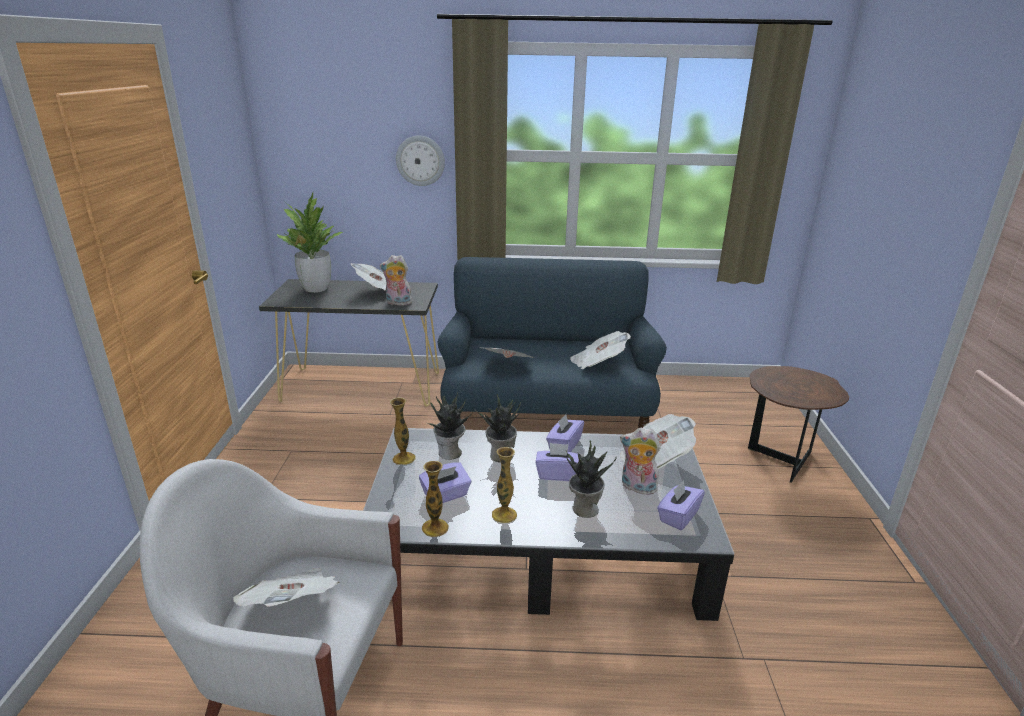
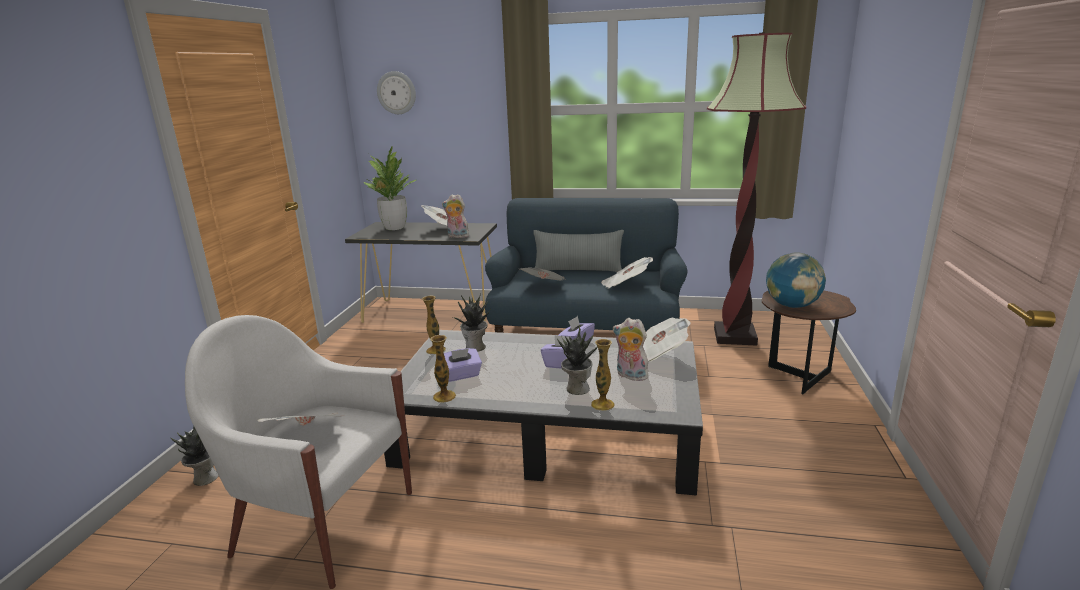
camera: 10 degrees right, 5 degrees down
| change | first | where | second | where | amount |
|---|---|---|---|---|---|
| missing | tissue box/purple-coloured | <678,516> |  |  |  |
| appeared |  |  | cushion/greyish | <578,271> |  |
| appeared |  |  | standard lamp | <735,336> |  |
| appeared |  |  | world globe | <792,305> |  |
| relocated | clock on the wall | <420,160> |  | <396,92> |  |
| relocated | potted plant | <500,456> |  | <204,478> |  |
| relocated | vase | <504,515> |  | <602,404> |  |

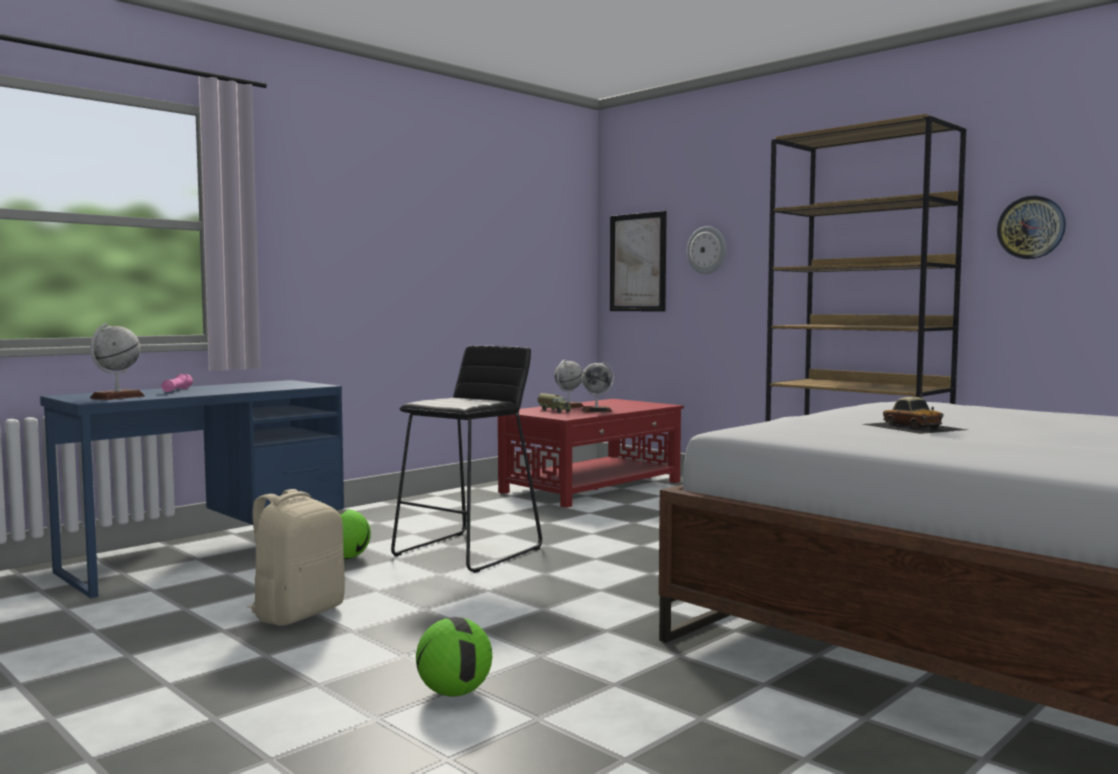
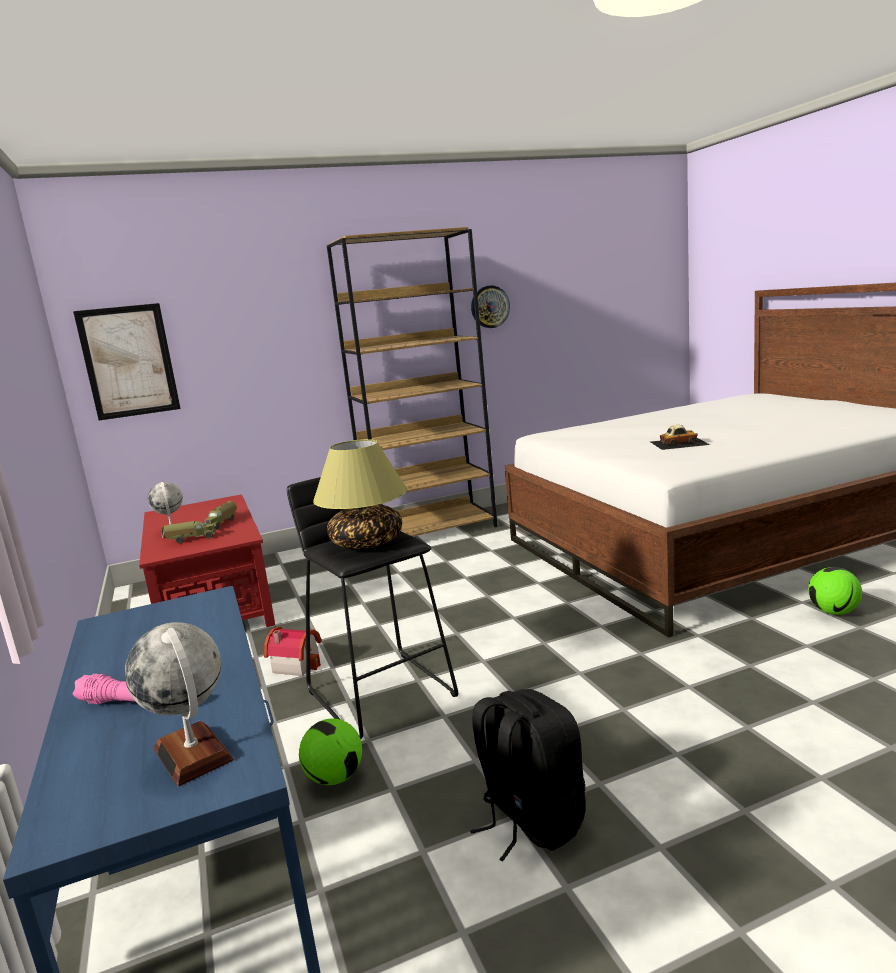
camera: 65 degrees left, 10 degrees up
| change | first | where | second | where | amount |
|---|---|---|---|---|---|
| missing | clock on the wall | <707,250> |  |  |  |
| appeared |  |  | miniature house | <296,664> |  |
| appeared |  |  | tabletop lamp | <366,543> |  |
| relocated | ball for football | <454,693> |  | <834,612> |  |
| exchanged | world globe | <596,411> | toy lorry | <222,523> |  |
| colour | knapsack/beige | <298,613> | knapsack/black-coloured | <530,821> |  |

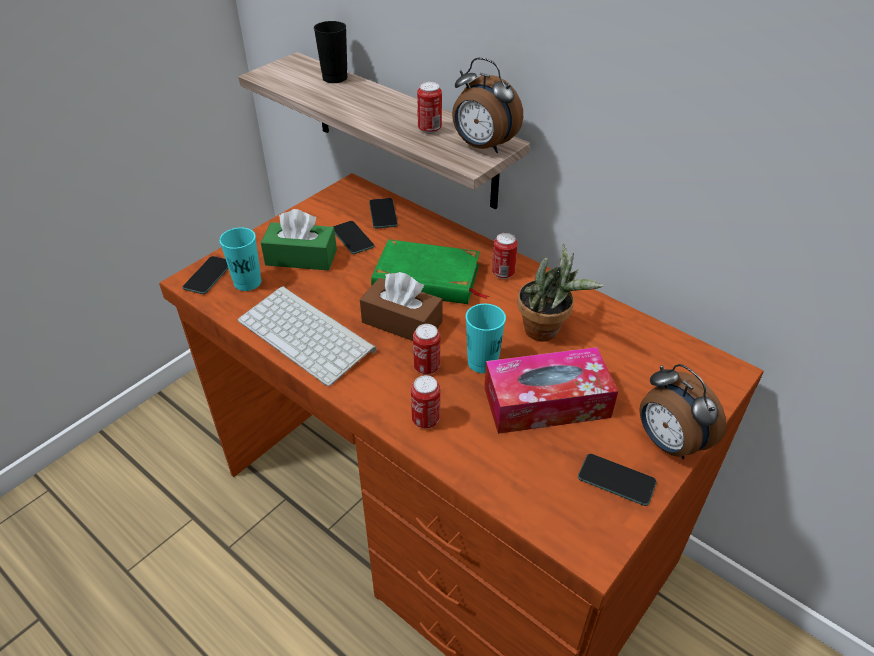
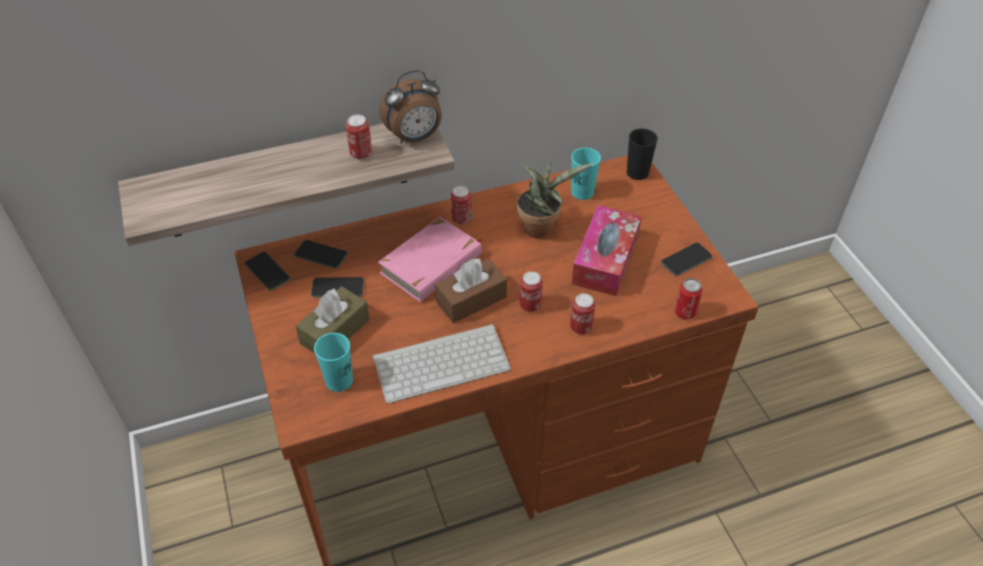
camera: 60 degrees left, 5 degrees up
| change | first | where | second | where | amount |
|---|---|---|---|---|---|
| missing | alarm clock | <668,443> |  |  |  |
| appeared |  |  | sealed can | <685,312> |  |
| relocated | phone | <208,276> |  | <267,271> |  |
| relocated | small cup/black-coloured | <335,78> |  | <637,173> |  |
| relocated | small cup/blue-green | <482,362> |  | <582,192> |  |
| colour | tissue box/greenish | <301,257> | tissue box/brown | <335,331> |  |
| colour | bound book/greenish | <427,279> | bound book/pink | <432,264> |  |

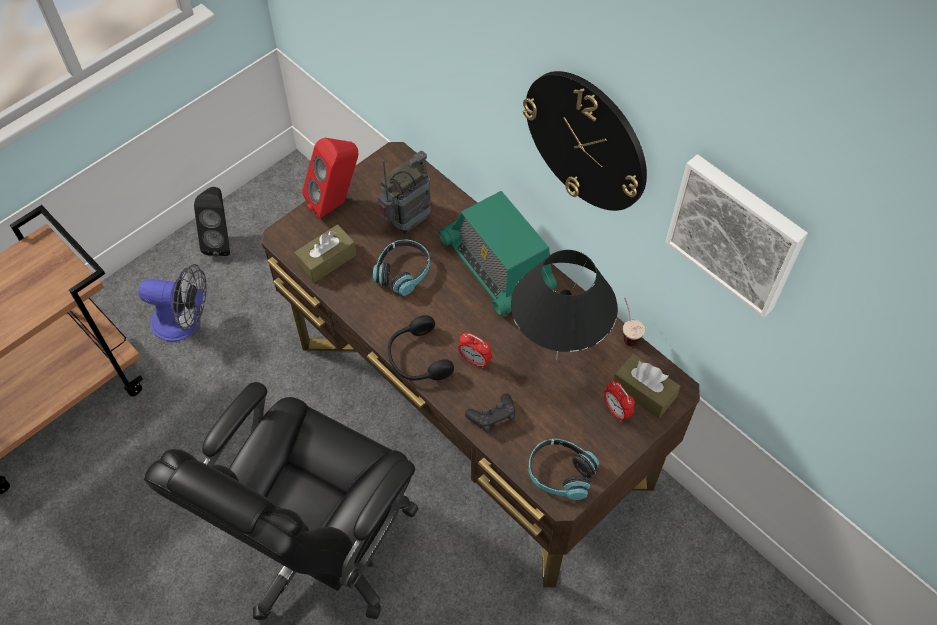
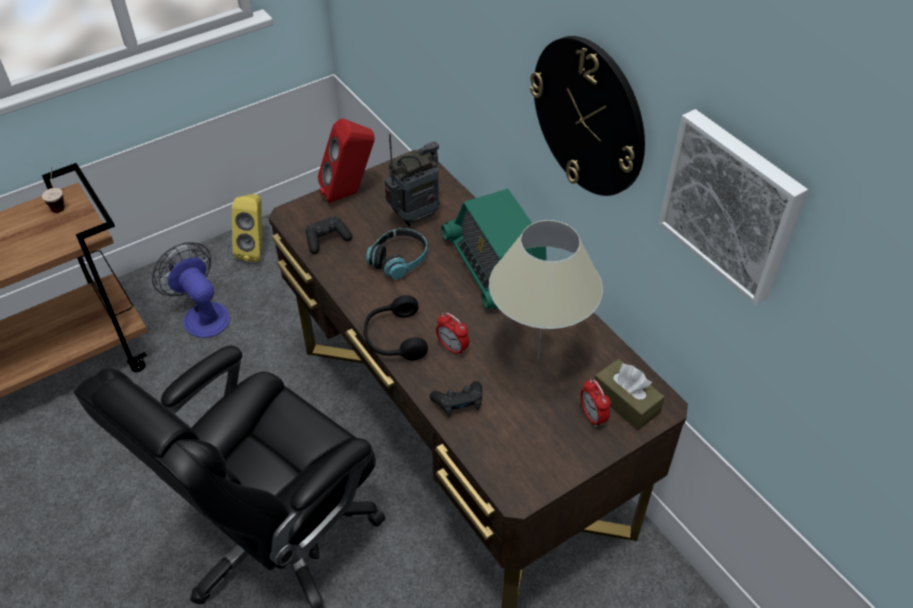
camera: 10 degrees right, 10 degrees down
| change | first | where | second | where | amount |
|---|---|---|---|---|---|
| missing | headphones | <560,473> |  |  |  |
| relocated | small cup | <627,332> |  | <59,203> |  |
| exchanged | tissue box/brown | <327,260> | joypad/black-coloured | <327,240> |  |
| colour | audio speaker/black-coloured | <221,241> | audio speaker/yellow-coloured | <255,250> |  |
| colour | tabletop lamp/black-coloured | <556,359> | tabletop lamp/beige | <537,358> |  |
| spun | cooling fan | <184,322> |  | <201,314> | 150 degrees counterclockwise |

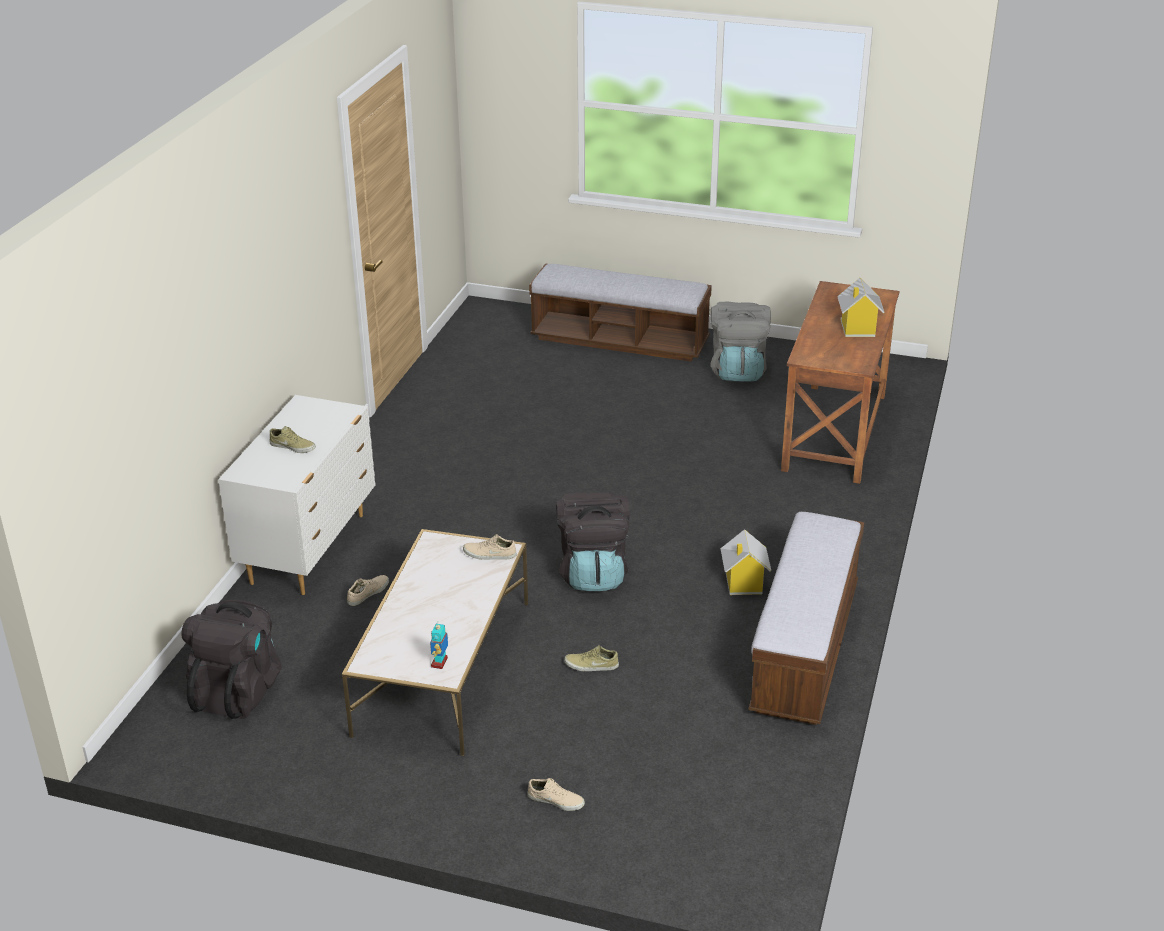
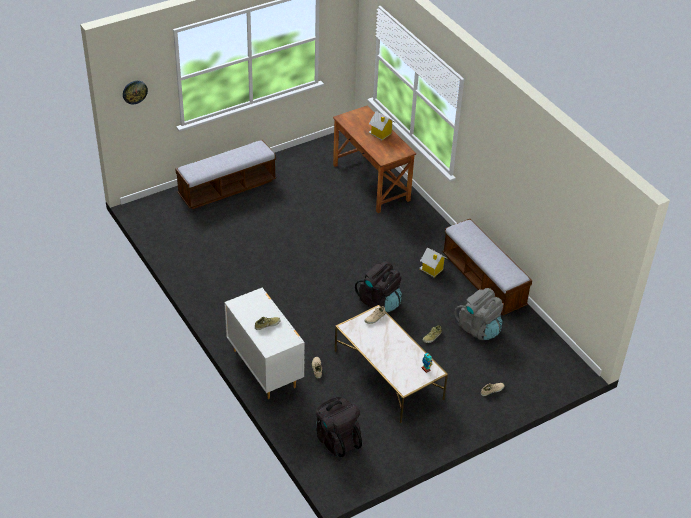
camera: 50 degrees left, 10 degrees up
| change | first | where | second | where | amount |
|---|---|---|---|---|---|
| appeared |  |  | clock on the wall | <134,92> |  |
| relocated | knapsack/greyish | <738,371> |  | <479,328> |  |

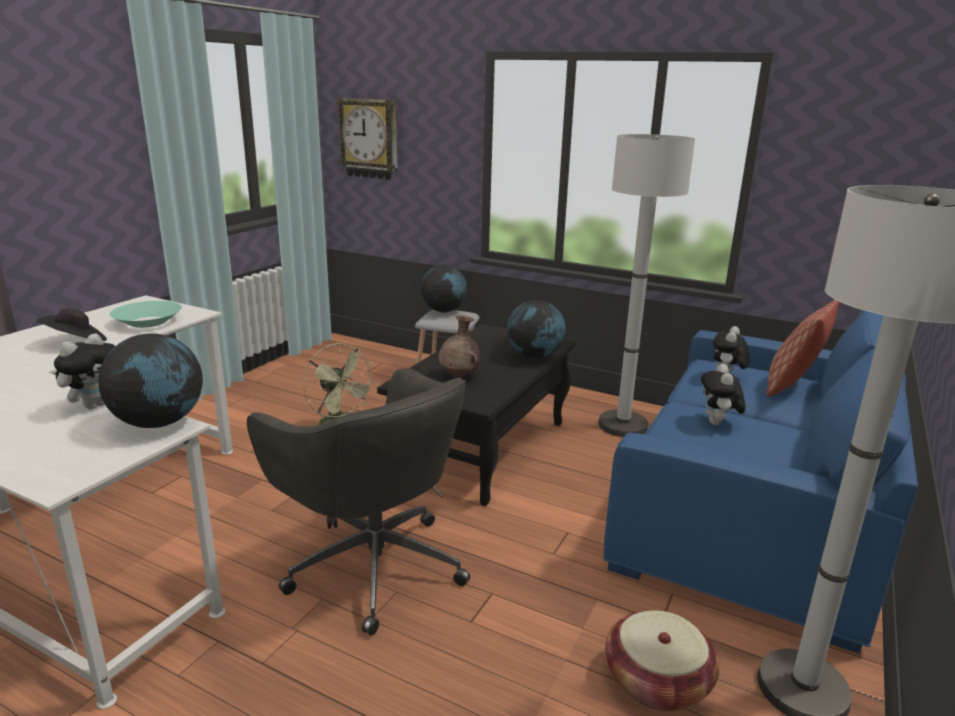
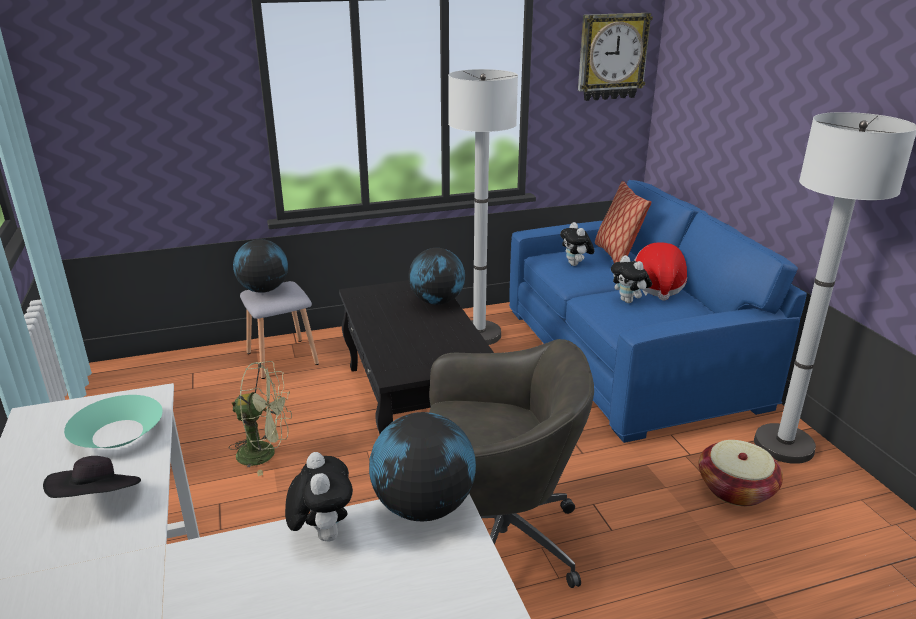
camera: 45 degrees left, 5 degrees up
| change | first | where | second | where | amount |
|---|---|---|---|---|---|
| missing | vase/brown | <459,376> |  |  |  |
| appeared |  |  | clothing hat | <658,287> |  |
| relocated | clock on the wall | <369,139> |  | <611,56> |  |

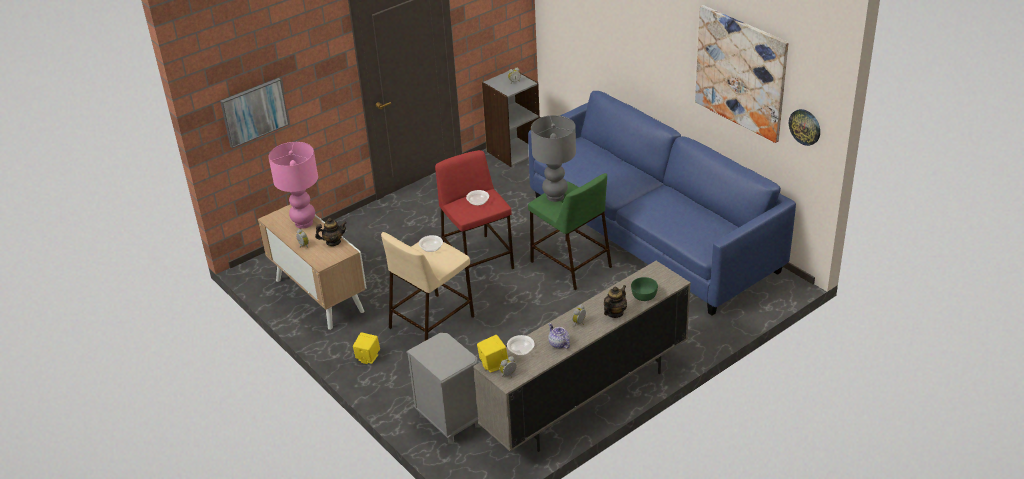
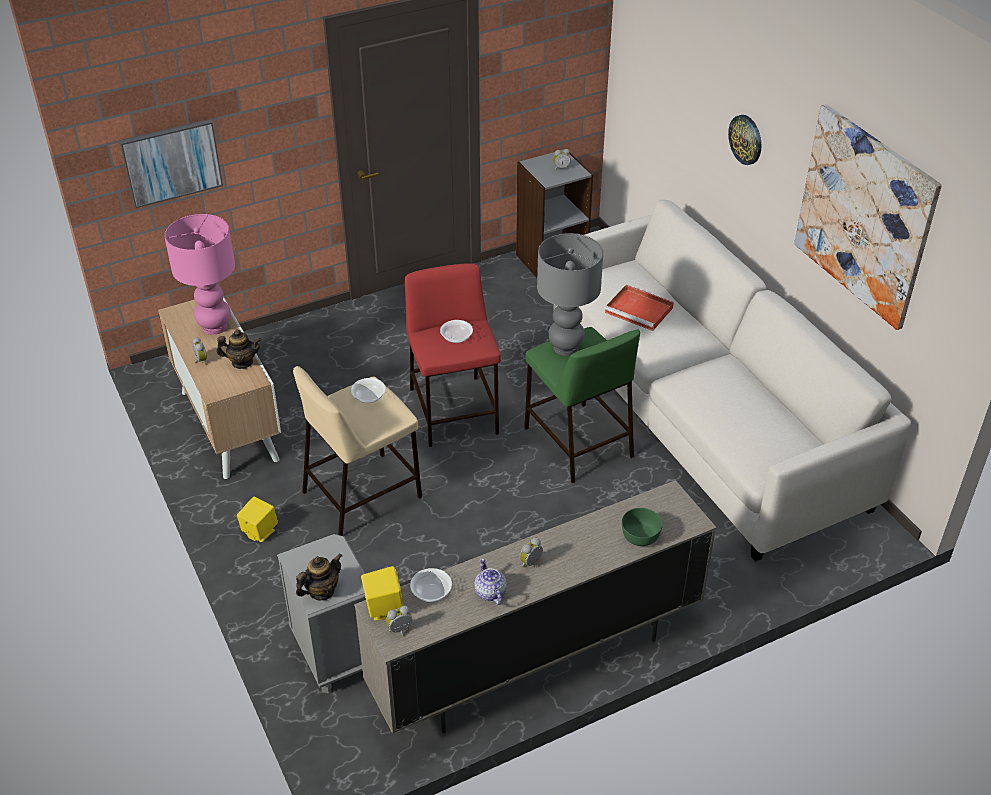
camera: 10 degrees right, 5 degrees up
| change | first | where | second | where | amount |
|---|---|---|---|---|---|
| appeared |  |  | tray/red | <640,310> |  |
| relocated | tea pot | <614,313> |  | <321,591> |  |
| relocated | clock on the wall | <805,127> |  | <746,139> |  |
| colour | sofa/blue | <653,234> | sofa/white-coloured | <705,418> |  |

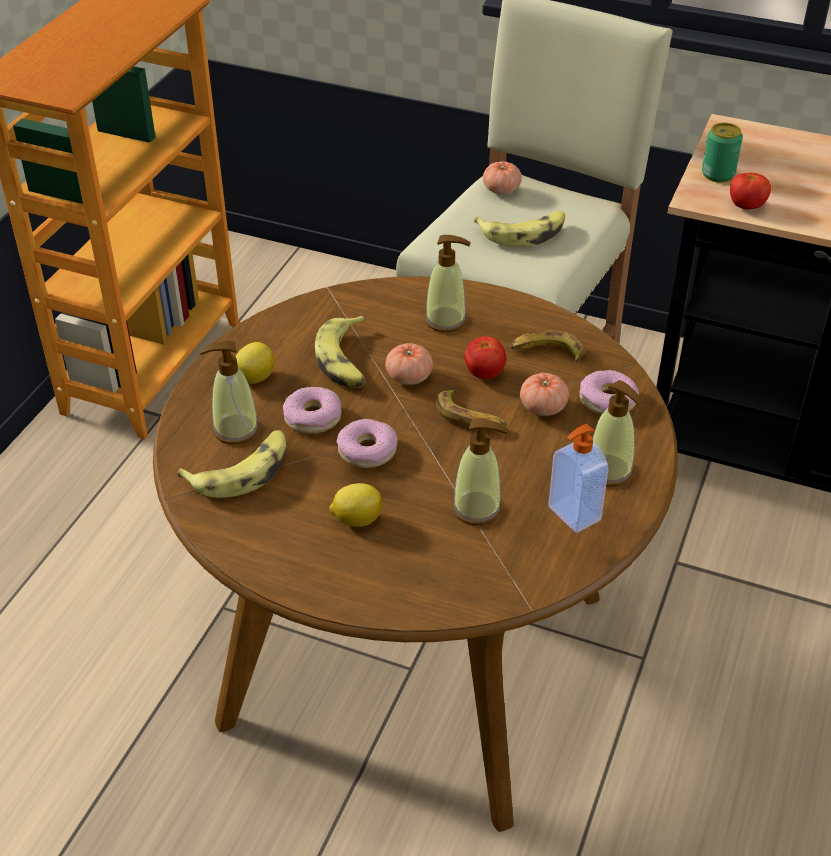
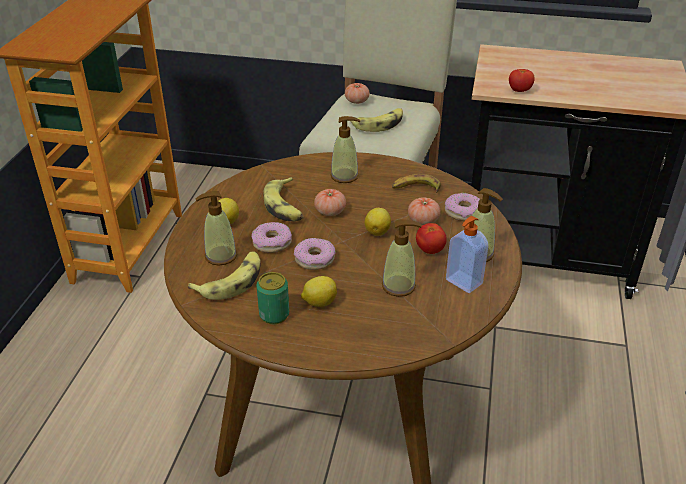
camera: 10 degrees left, 5 degrees down
| change | first | where | second | where | amount |
|---|---|---|---|---|---|
| relocated | fresh tomato | <484,373> |  | <430,250> |  |
| relocated | sealed can | <718,174> |  | <274,315> |  |
| exchanged | banana | <470,417> | citrus fruit | <377,231> |  |

